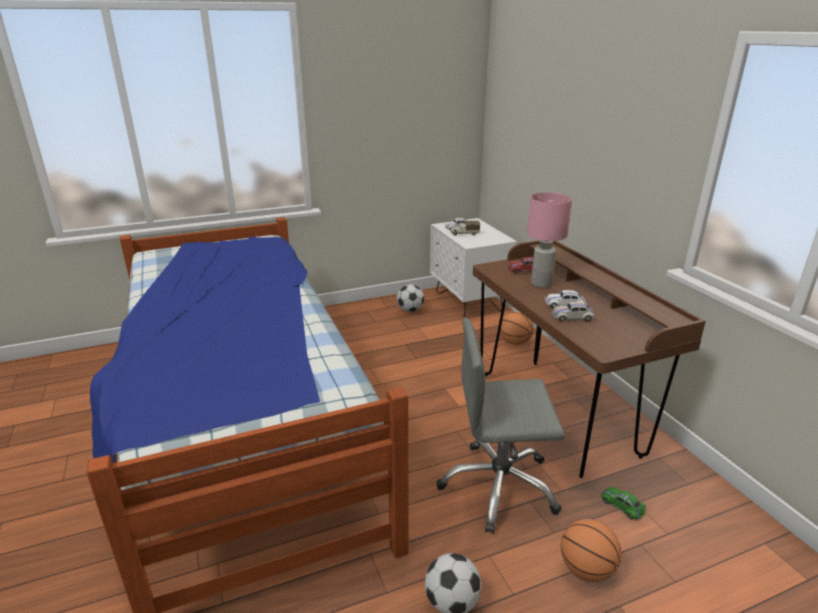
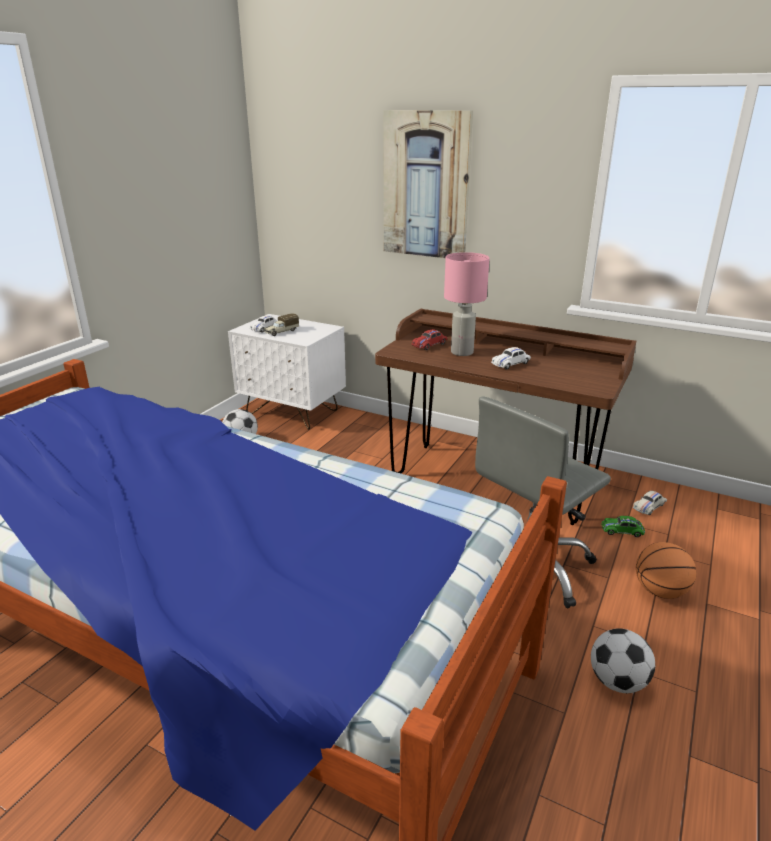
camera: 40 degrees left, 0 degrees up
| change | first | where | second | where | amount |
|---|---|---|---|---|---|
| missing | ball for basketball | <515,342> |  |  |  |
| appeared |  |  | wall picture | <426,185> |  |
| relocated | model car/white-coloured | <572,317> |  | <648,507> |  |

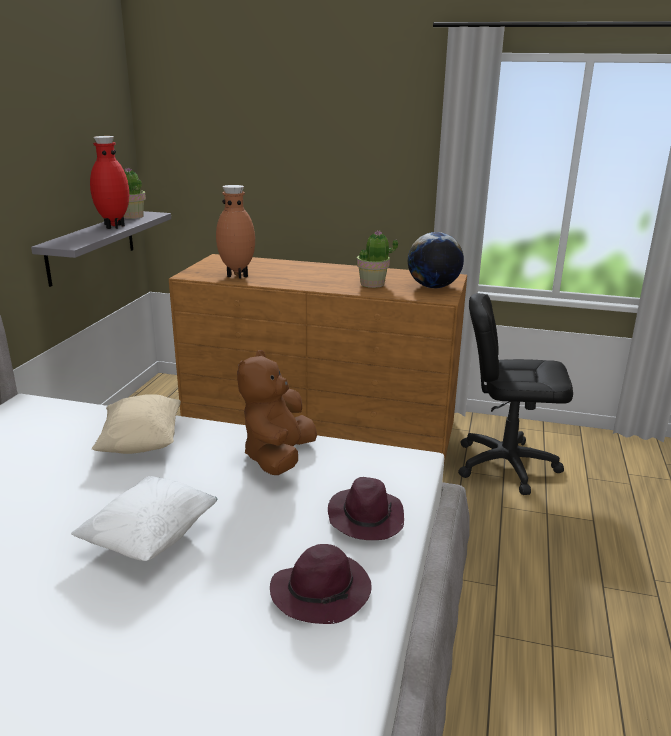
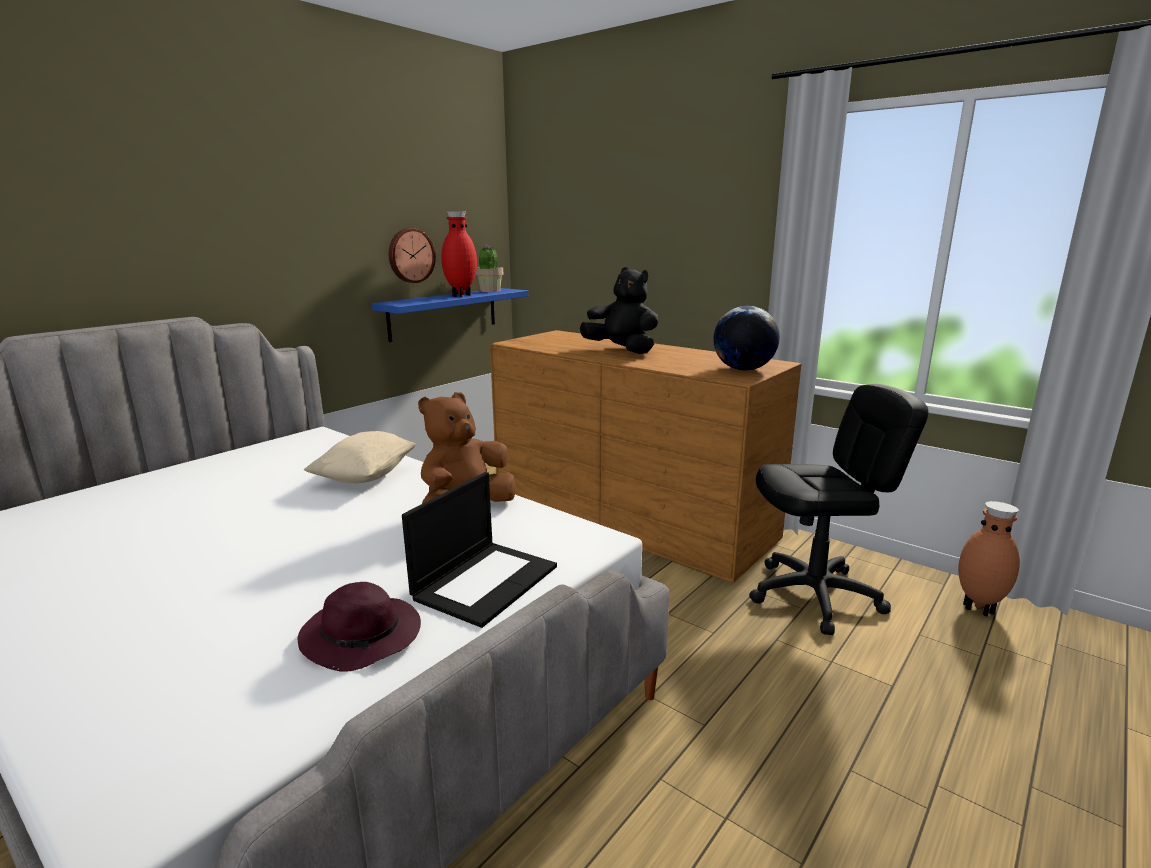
camera: 25 degrees right, 5 degrees down
| change | first | where | second | where | amount |
|---|---|---|---|---|---|
| missing | cushion/white-coloured | <150,538> |  |  |  |
| missing | potted plant | <373,284> |  |  |  |
| appeared |  |  | clock on the wall | <410,255> |  |
| appeared |  |  | plush toy/black-coloured | <622,350> |  |
| relocated | vase/brown | <237,275> |  | <979,608> |  |
| exchanged | clothing hat/purple-coloured | <365,518> | laptop | <485,581> |  |
| colour | bracket shelf/greyish | <91,246> | bracket shelf/blue | <444,313> |  |
| spun | office chair/black-coloured | <505,465> |  | <815,596> | 135 degrees clockwise |

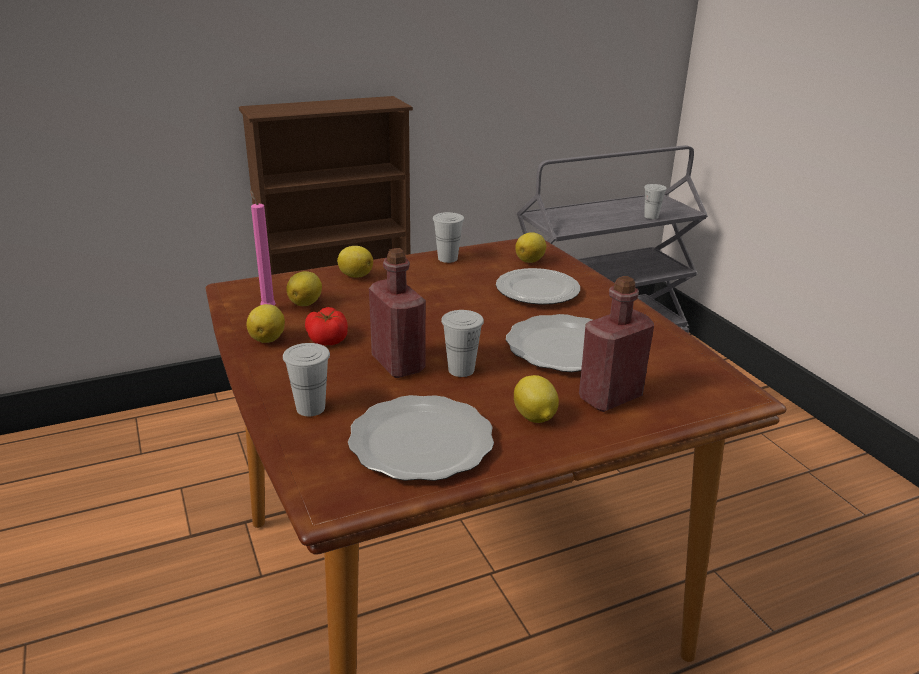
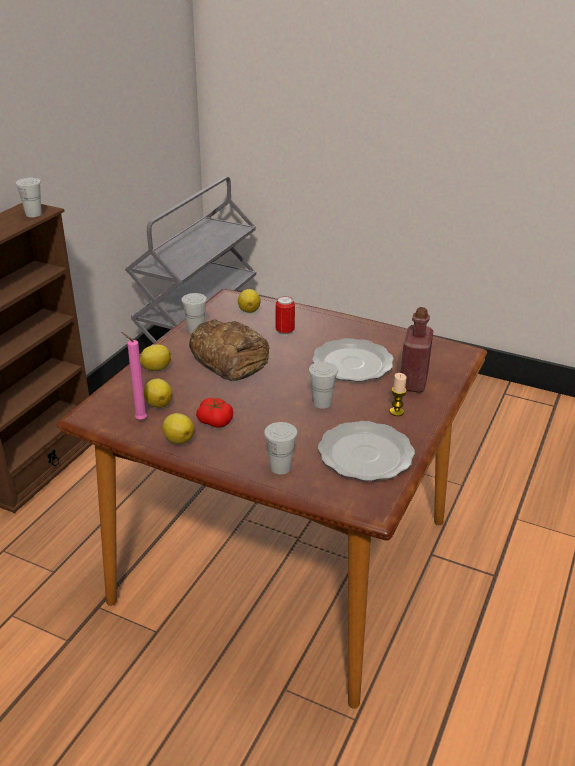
camera: 40 degrees left, 5 degrees up
| change | first | where | second | where | amount |
|---|---|---|---|---|---|
| missing | beverage bottle/red | <398,364> |  |  |  |
| appeared |  |  | baked bread | <229,358> |  |
| relocated | small cup/white-coloured | <651,216> |  | <33,214> |  |
| exchanged | plate | <536,291> | sealed can | <285,331> |  |
| exchanged | citrus fruit | <534,418> | wax light | <396,412> |  |

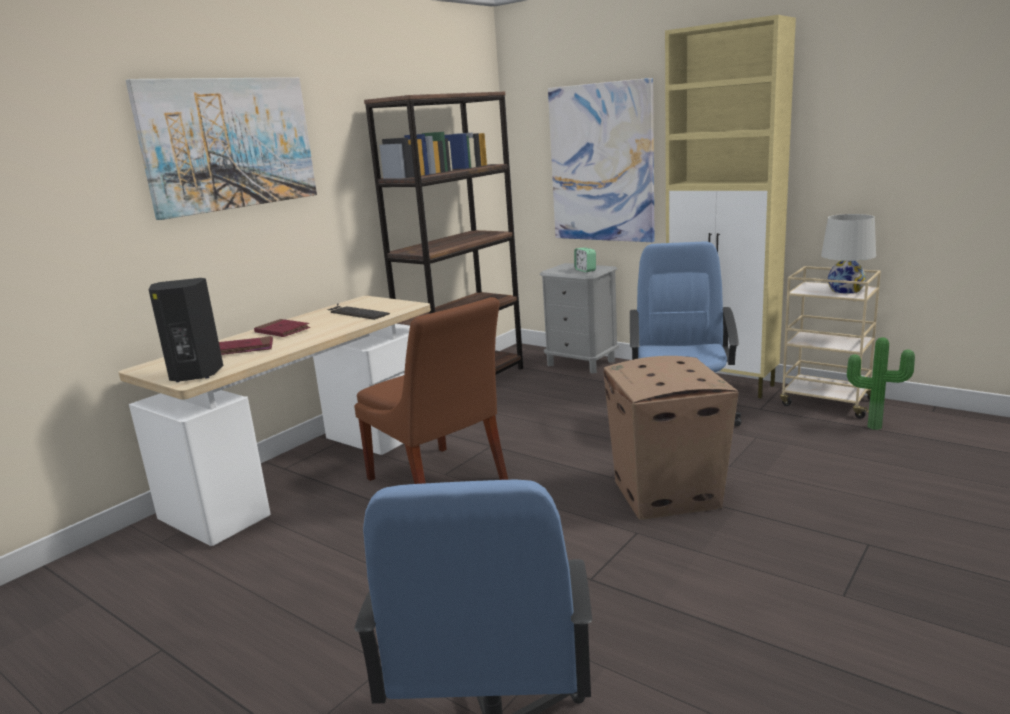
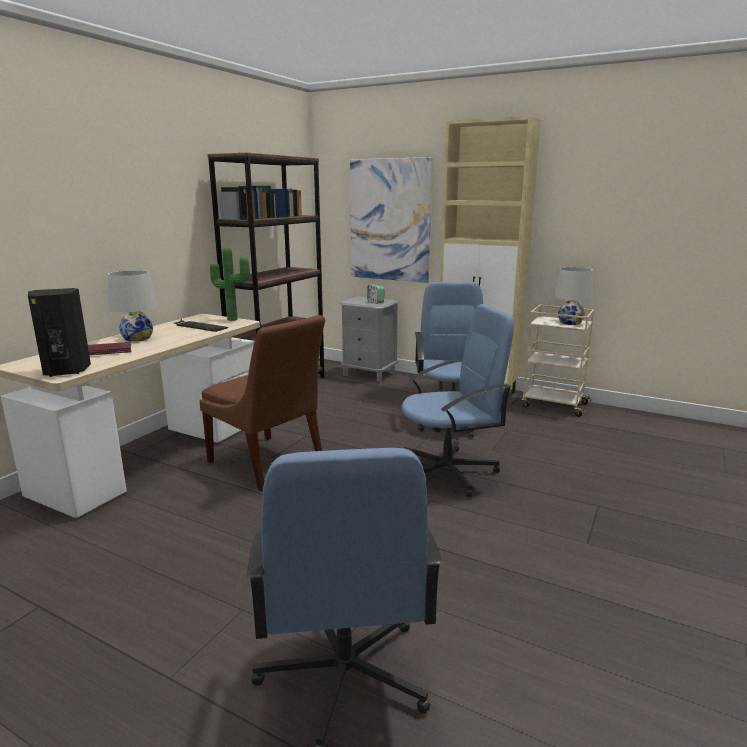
camera: 10 degrees left, 0 degrees up
| change | first | where | second | where | amount |
|---|---|---|---|---|---|
| missing | wall picture | <230,144> |  |  |  |
| relocated | potted plant | <874,426> |  | <233,319> |  |
| exchanged | bound book/red | <282,331> | tabletop lamp/white-coloured | <137,338> |  |
| exchanged | carton | <667,494> | office chair/blue | <448,471> |  |

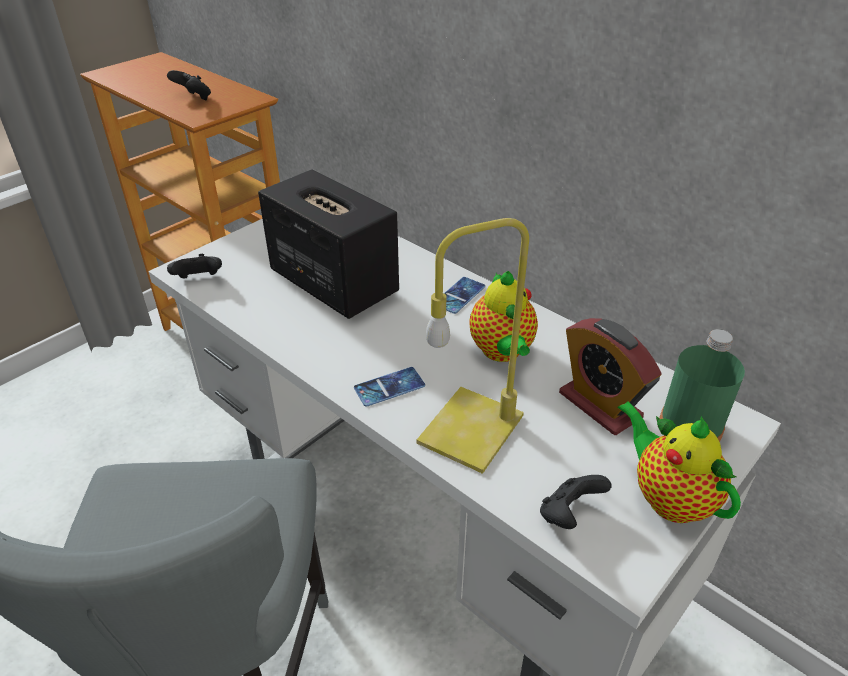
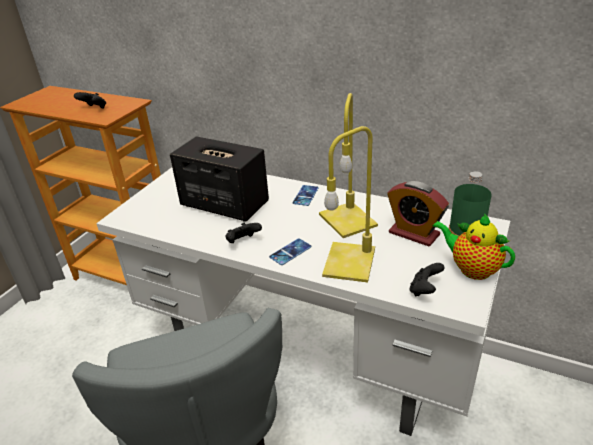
camera: 15 degrees left, 5 degrees down
| change | first | where | second | where | amount |
|---|---|---|---|---|---|
| relocated | joypad/black-coloured | <199,280> |  | <243,242> |  |
| exchanged | tea pot | <502,352> | tabletop lamp/yellow-coloured | <346,219> |  |

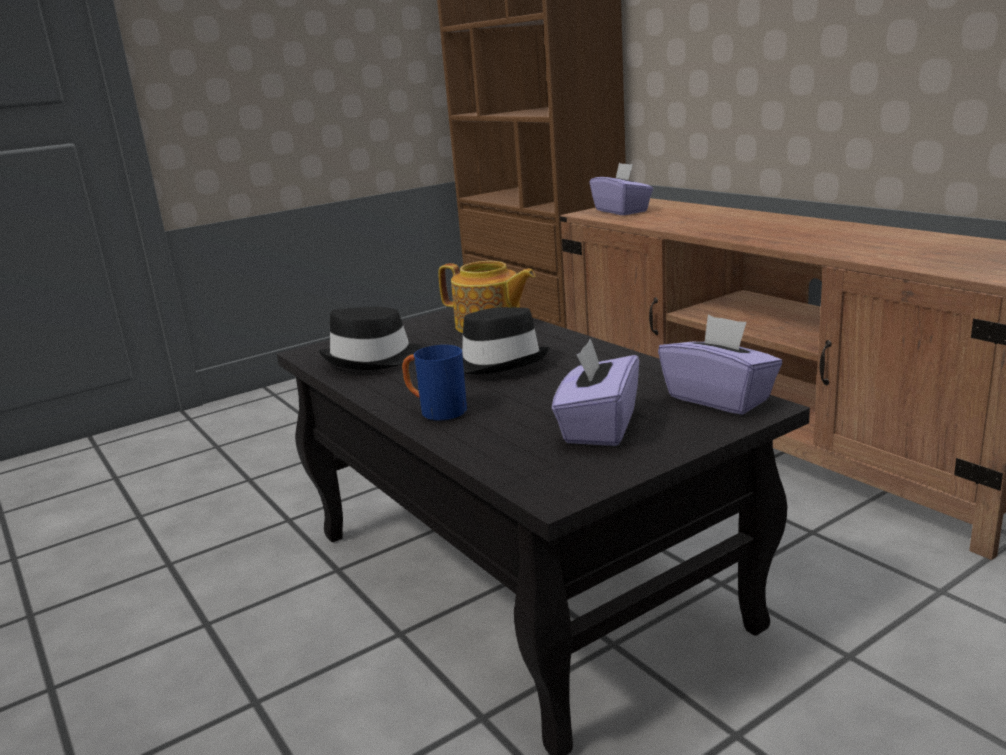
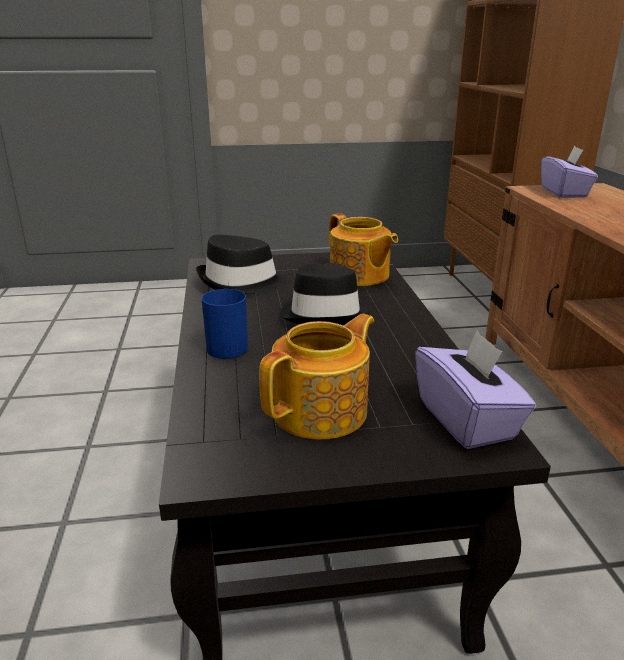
camera: 25 degrees right, 5 degrees up
| change | first | where | second | where | amount |
|---|---|---|---|---|---|
| exchanged | tissue box/purple-coloured | <598,427> | tea pot | <322,411> |  |

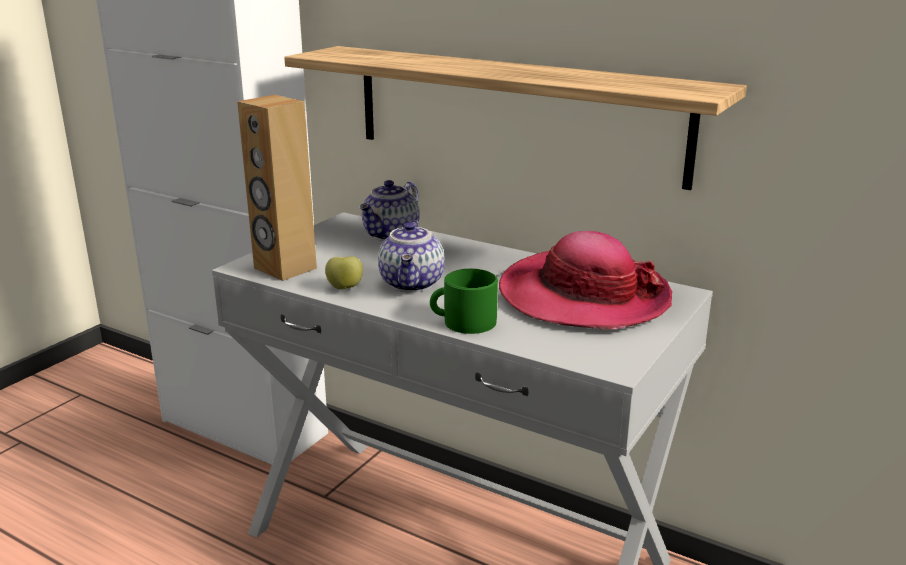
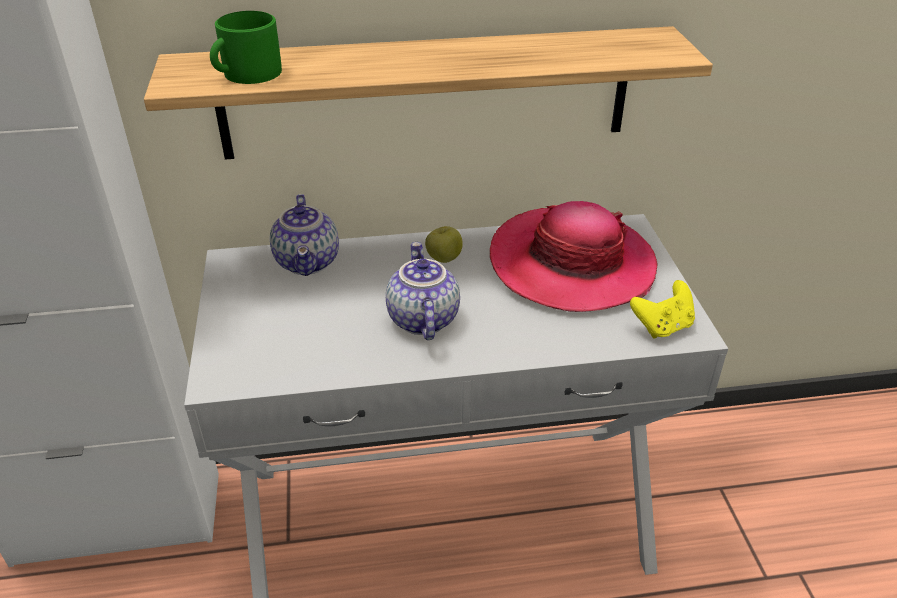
camera: 40 degrees left, 15 degrees up
| change | first | where | second | where | amount |
|---|---|---|---|---|---|
| missing | audio speaker/brown | <284,268> |  |  |  |
| appeared |  |  | joypad/yellow-coloured | <662,326> |  |
| relocated | apple fruit | <345,288> |  | <443,259> |  |
| relocated | coffee mug/greenish | <463,322> |  | <246,74> |  |
| spun | tea pot | <413,284> |  | <421,319> | 150 degrees counterclockwise |

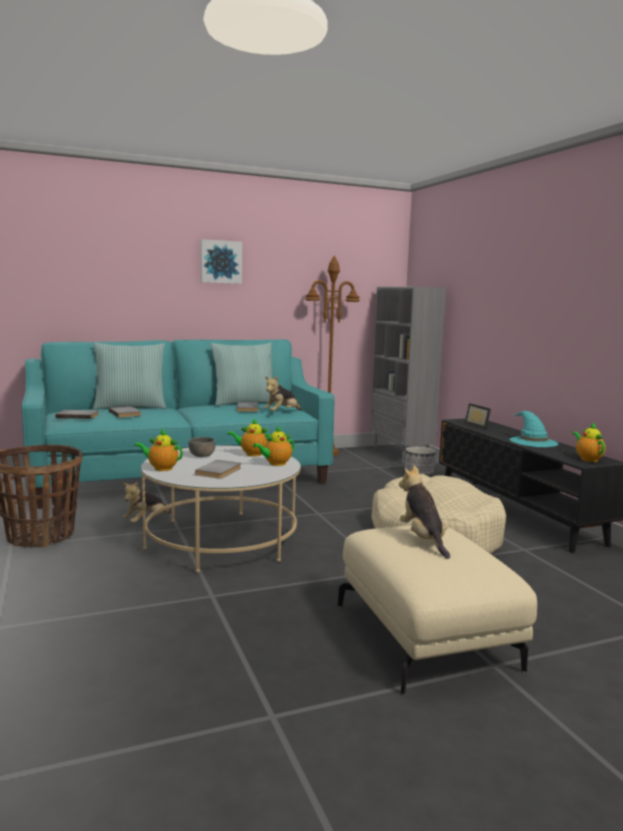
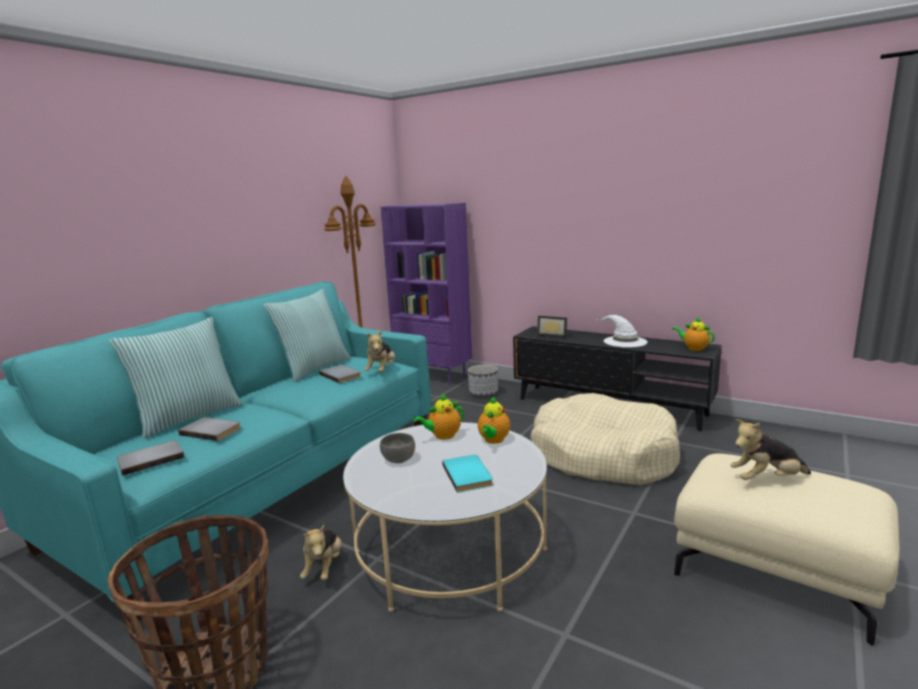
camera: 35 degrees left, 5 degrees up
| change | first | where | second | where | amount |
|---|---|---|---|---|---|
| missing | tea pot | <161,468> |  |  |  |
| missing | wall picture | <220,262> |  |  |  |
| colour | bound book/greyish | <220,471> | bound book/blue-green | <469,475> |  |
| colour | bookshelf/greyish | <401,455> | bookshelf/purple-coloured | <434,376> |  |
| colour | clothing hat/blue-green | <532,441> | clothing hat/white-coloured | <624,341> |  |
| spun | plush toy | <423,539> |  | <766,479> | 45 degrees counterclockwise |

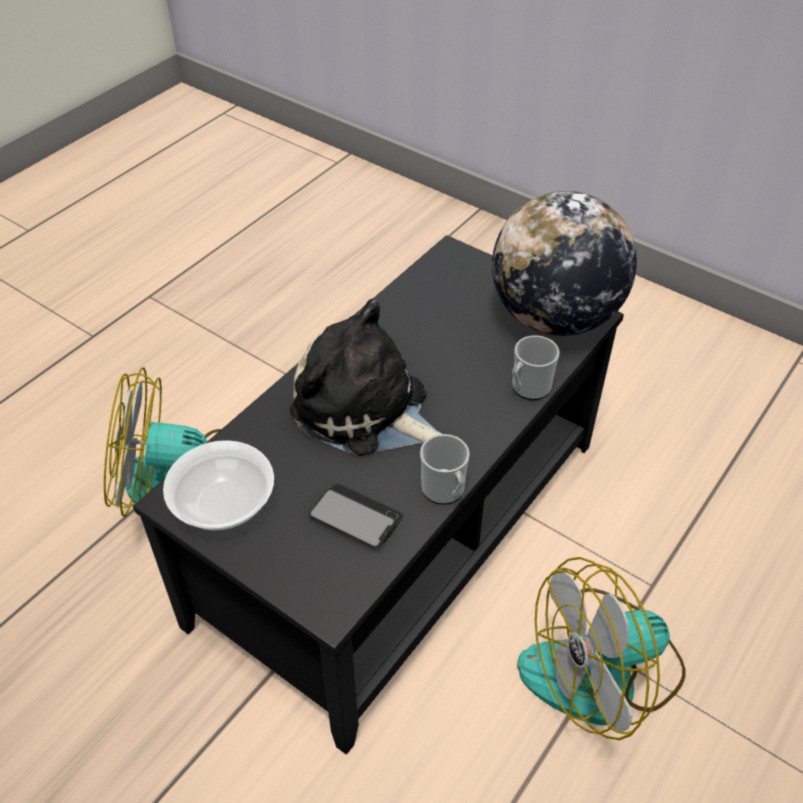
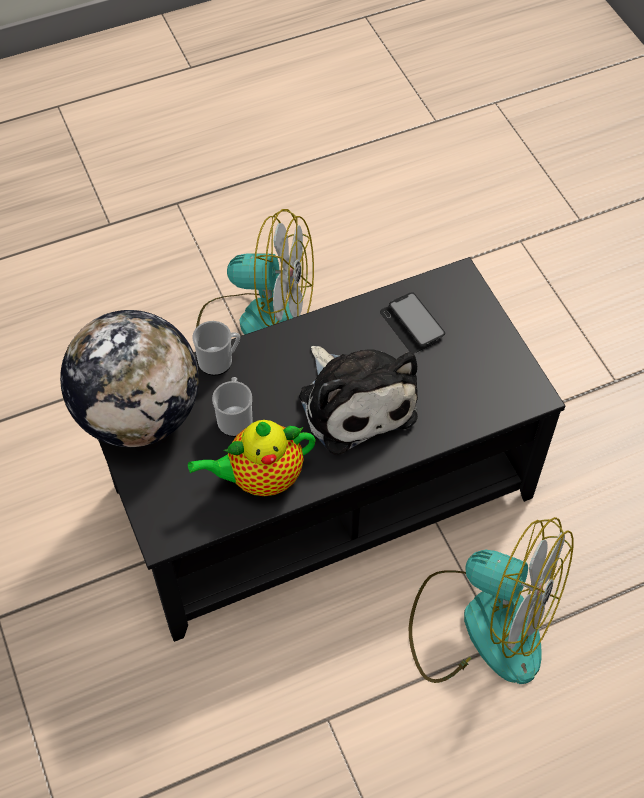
camera: 150 degrees left, 10 degrees up
| change | first | where | second | where | amount |
|---|---|---|---|---|---|
| missing | bowl | <224,503> |  |  |  |
| appeared |  |  | tea pot | <260,477> |  |
| relocated | coffee mug | <445,491> |  | <235,418> |  |

